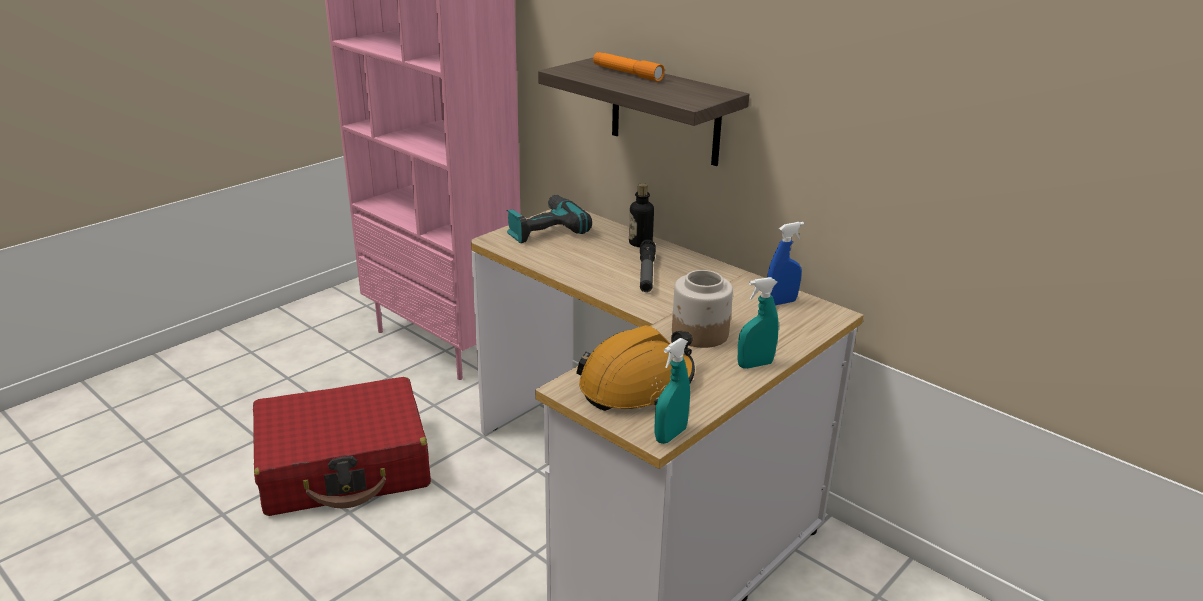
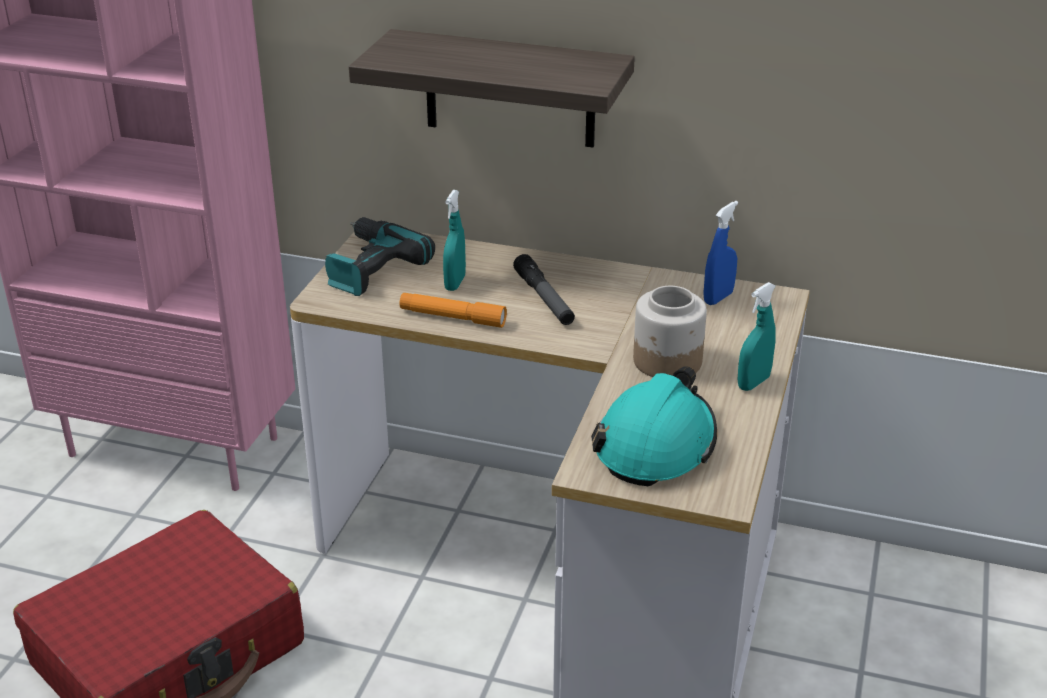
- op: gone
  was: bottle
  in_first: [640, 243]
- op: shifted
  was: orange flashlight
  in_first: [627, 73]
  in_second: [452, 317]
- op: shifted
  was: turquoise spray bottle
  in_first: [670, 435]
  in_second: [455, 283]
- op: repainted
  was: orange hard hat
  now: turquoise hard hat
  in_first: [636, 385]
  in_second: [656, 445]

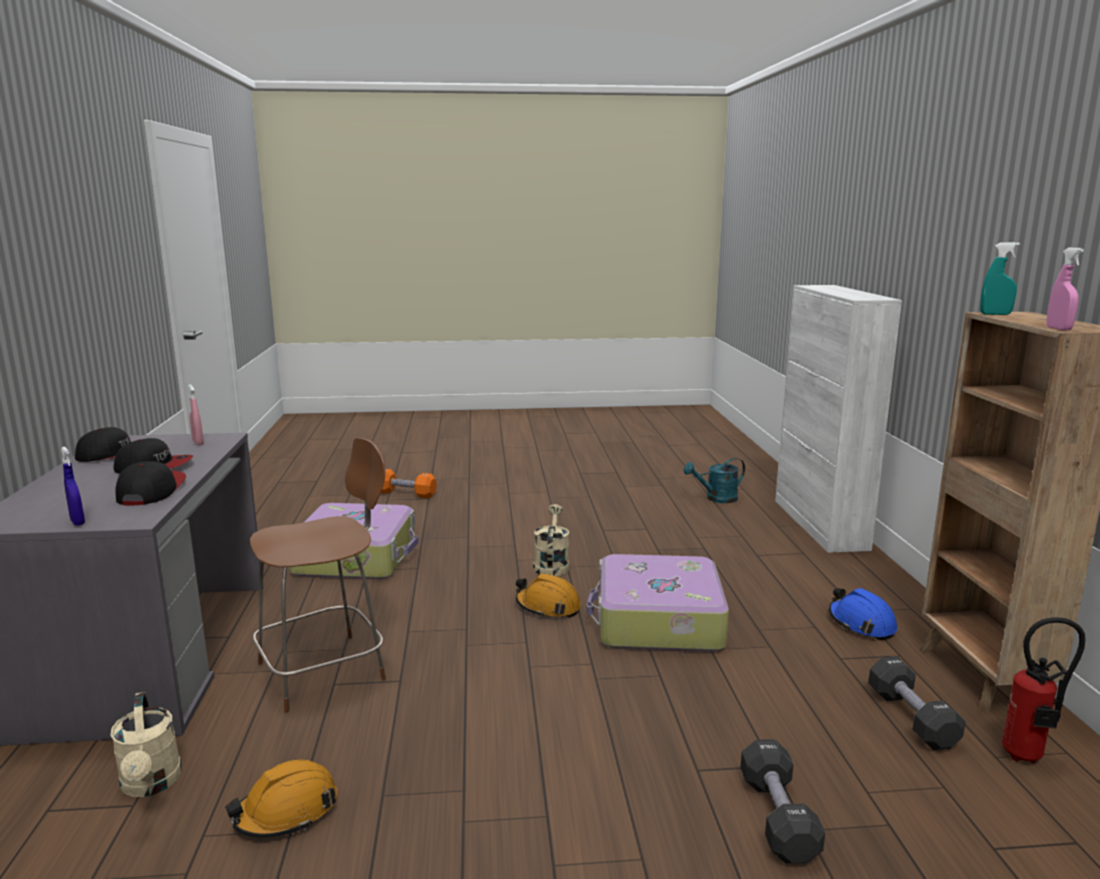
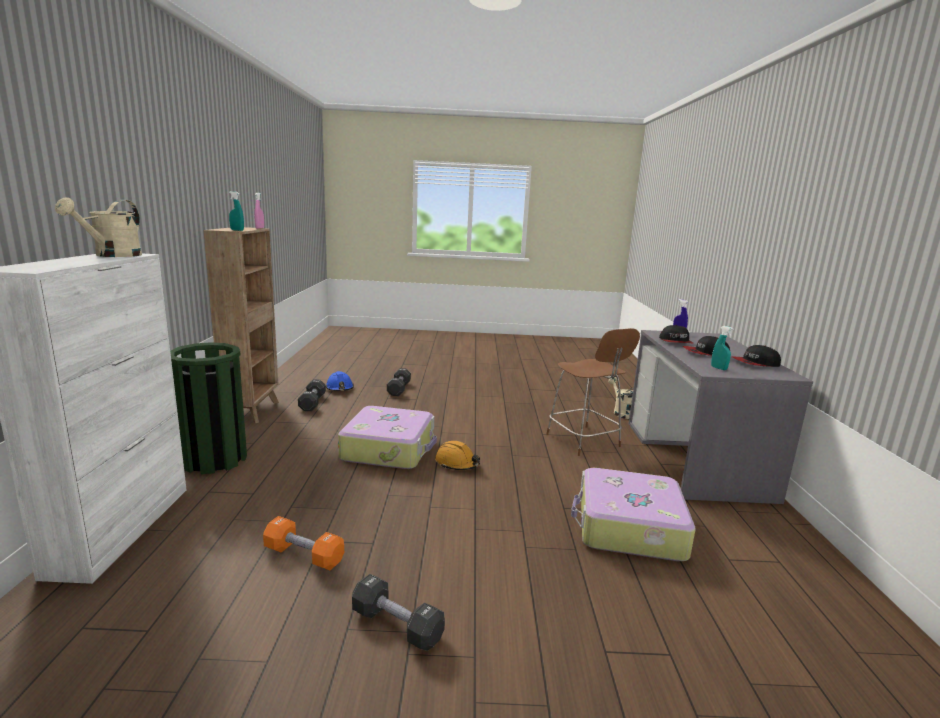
- op: gone
  was: orange hard hat
  in_first: [286, 812]
- op: gone
  was: turquoise watering can
  in_first: [716, 499]
- op: gone
  was: fire extinguisher
  in_first: [1029, 757]
- op: new
  now: green trash can
  in_second: [214, 459]
- op: new
  now: black dumbbell
  in_second: [397, 625]
- op: shifted
  was: orange dumbbell
  in_first: [405, 494]
  in_second: [304, 555]
- op: shifted
  was: beige watering can
  in_first: [551, 564]
  in_second: [112, 255]
- op: shifted
  was: blue hard hat
  in_first: [861, 624]
  in_second: [339, 388]
- op: repainted
  was: pink spray bottle
  now: turquoise spray bottle
  in_first: [198, 443]
  in_second: [718, 368]
- op: rotated
  was: brown chair
  in_first: [326, 670]
  in_second: [584, 441]
  clockwise: -90

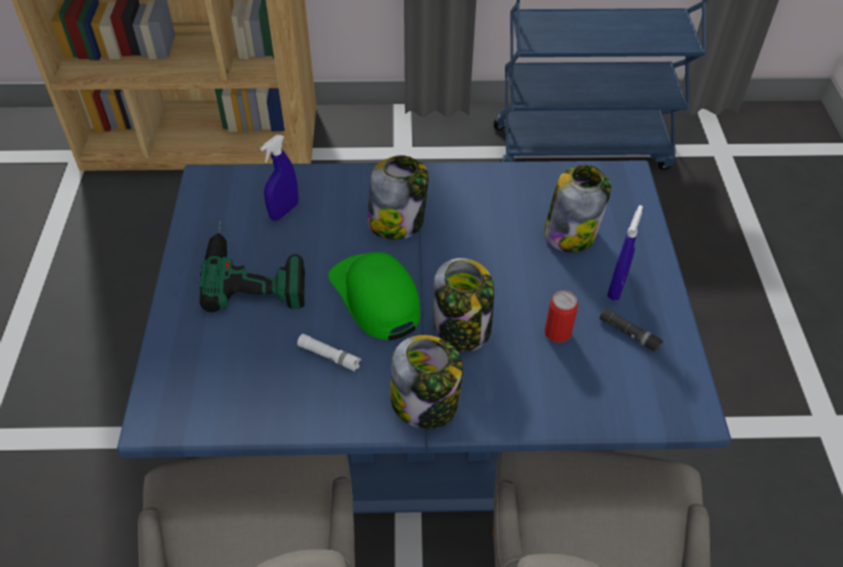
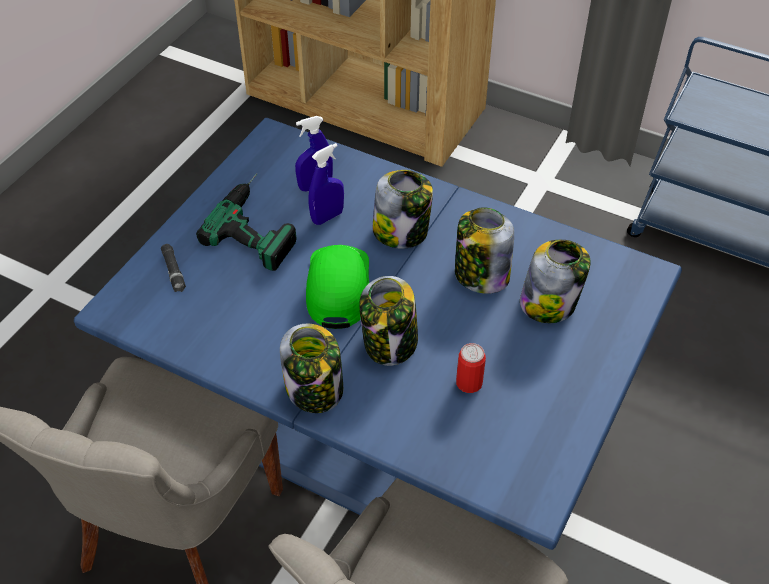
- op: gone
  was: white flashlight
  in_first: [329, 356]
- op: new
  now: jar
  in_second: [480, 275]
- op: shifted
  was: black flashlight
  in_first: [629, 334]
  in_second: [174, 271]
- op: shifted
  was: blue spray bottle
  in_first: [616, 288]
  in_second: [327, 217]

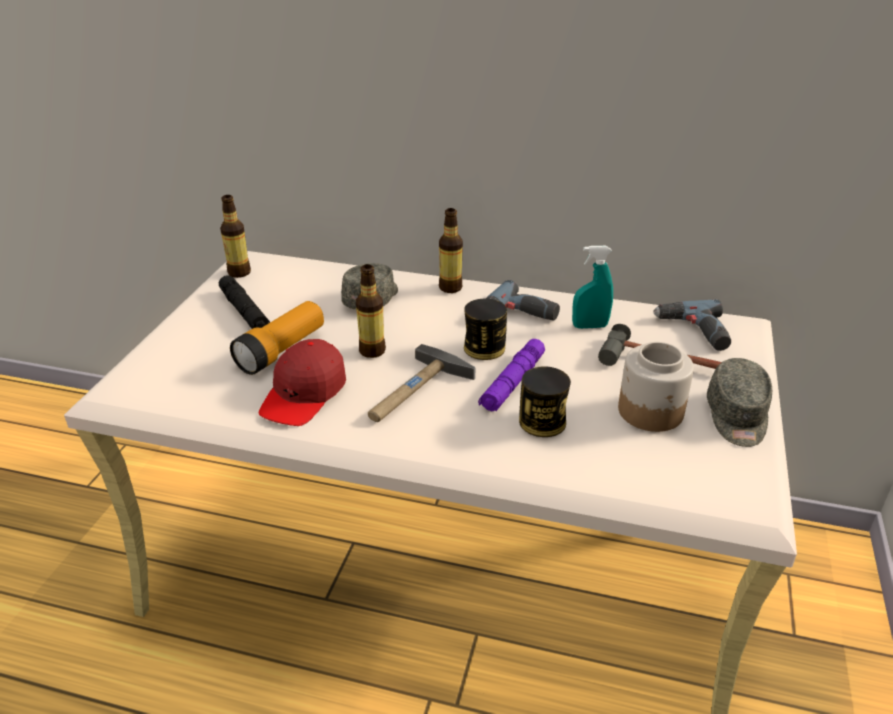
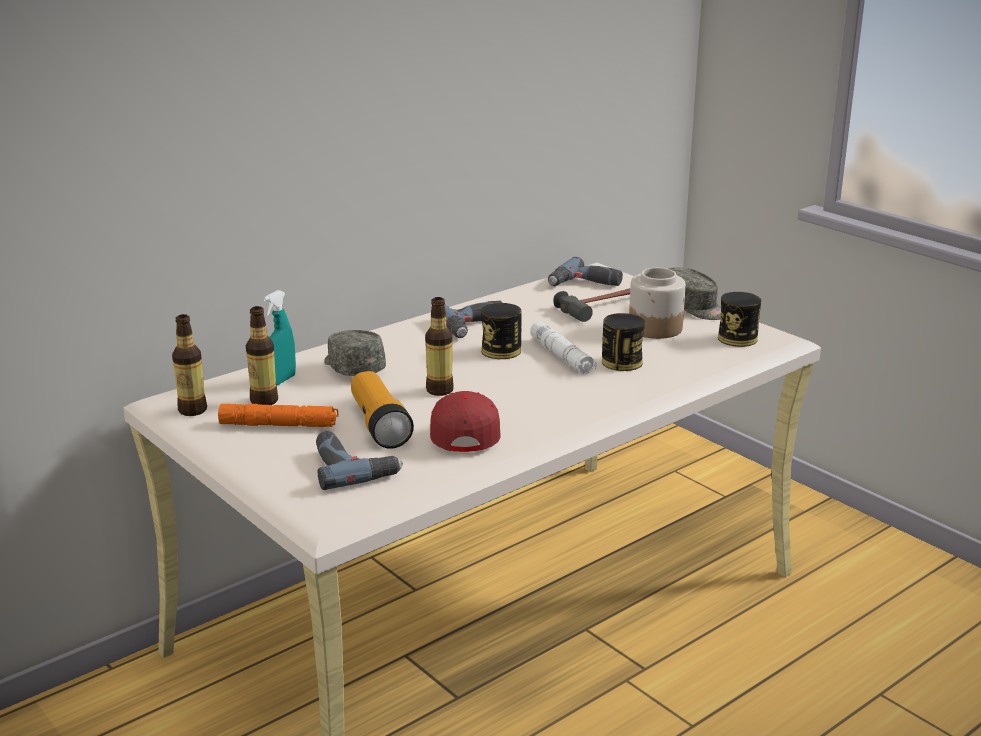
- op: gone
  was: hammer
  in_first: [415, 392]
- op: new
  now: power drill
  in_second: [353, 466]
- op: new
  now: can
  in_second: [737, 338]
- op: shifted
  was: bottle
  in_first: [450, 288]
  in_second: [264, 401]
- op: shifted
  was: turquoise spray bottle
  in_first: [589, 326]
  in_second: [281, 380]
- op: repainted
  was: black flashlight
  now: orange flashlight
  in_first: [244, 311]
  in_second: [279, 425]
- op: repainted
  was: purple flashlight
  now: white flashlight
  in_first: [512, 383]
  in_second: [562, 356]
- op: rotated
  was: red cap
  in_first: [304, 394]
  in_second: [464, 432]
  clockwise: -150

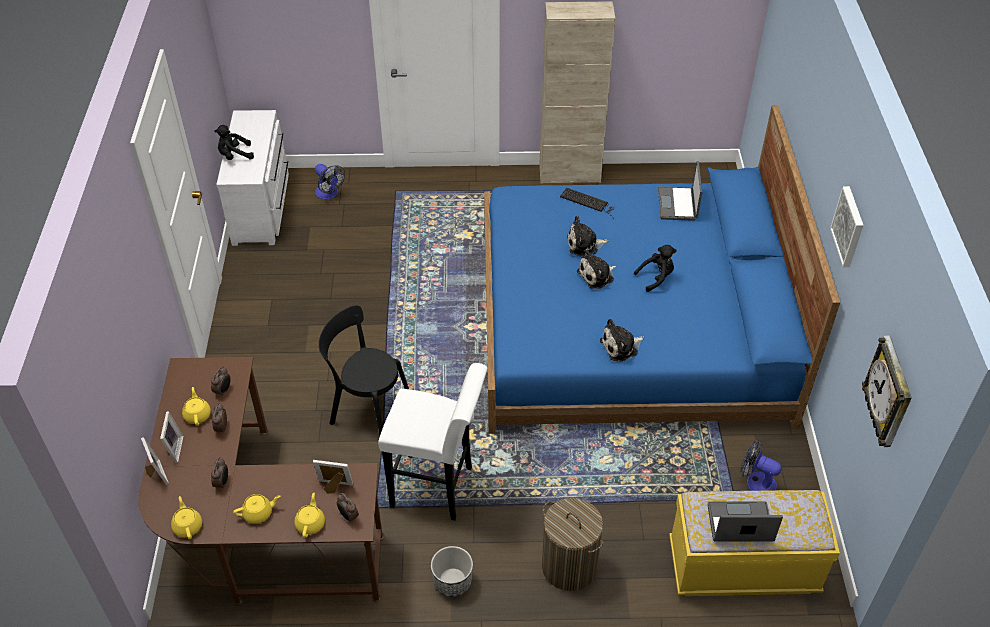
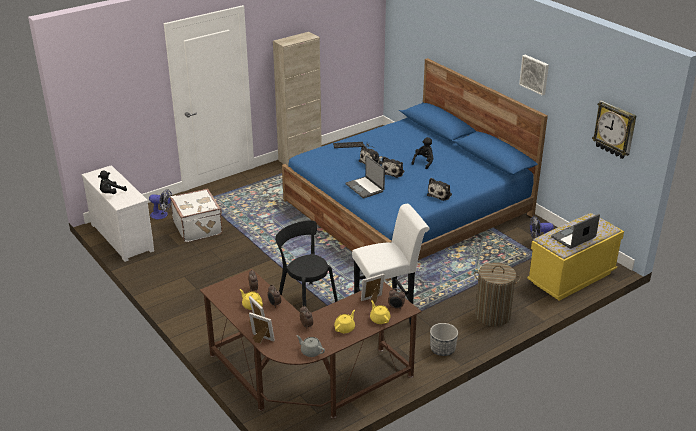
- op: new
  now: white suitcase
  in_second: [198, 228]
- op: shifted
  was: laptop
  in_first: [678, 204]
  in_second: [365, 188]
- op: repainted
  was: yellow teapot
  now: grey teapot
  in_first: [188, 526]
  in_second: [311, 351]
- op: rotated
  was: black chair
  in_first: [367, 408]
  in_second: [305, 300]
  clockwise: 60

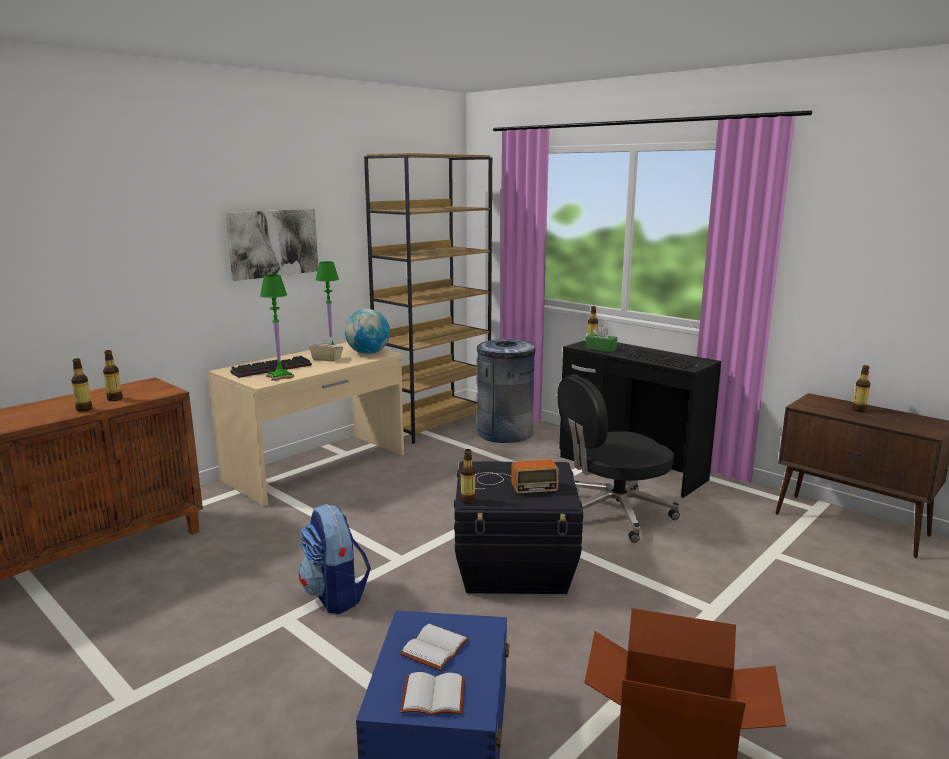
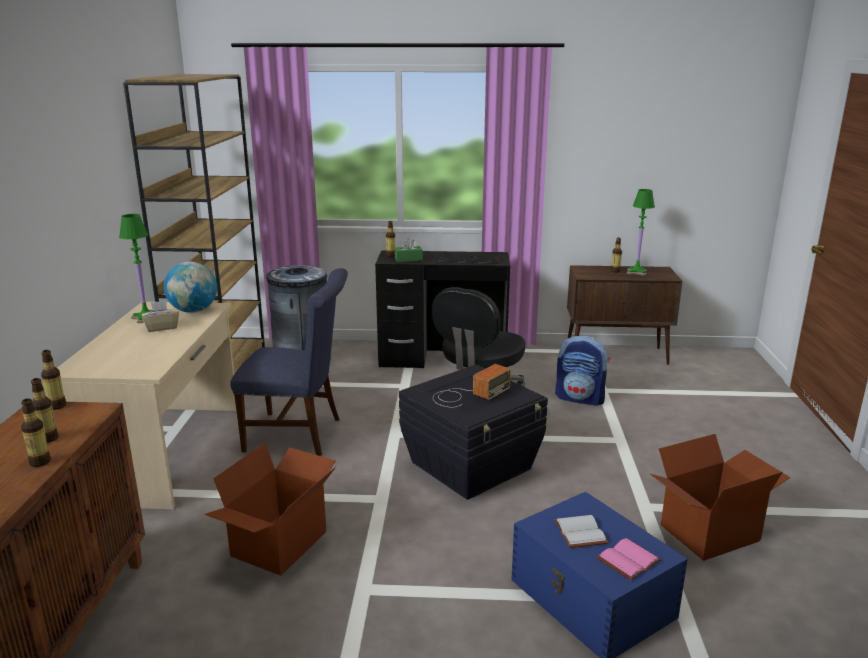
- op: gone
  was: picture
  in_first: [273, 243]
- op: gone
  was: keyboard
  in_first: [272, 368]
- op: new
  now: cardboard box
  in_second: [281, 544]
- op: new
  now: blue chair
  in_second: [299, 434]
- op: shifted
  was: green table lamp
  in_first: [279, 376]
  in_second: [636, 272]
- op: shifted
  was: backpack
  in_first: [335, 595]
  in_second: [580, 398]
- op: shifted
  was: bottle
  in_first: [467, 500]
  in_second: [57, 406]
- op: repainted
  was: white book
  now: pink book
  in_first: [434, 695]
  in_second: [627, 559]

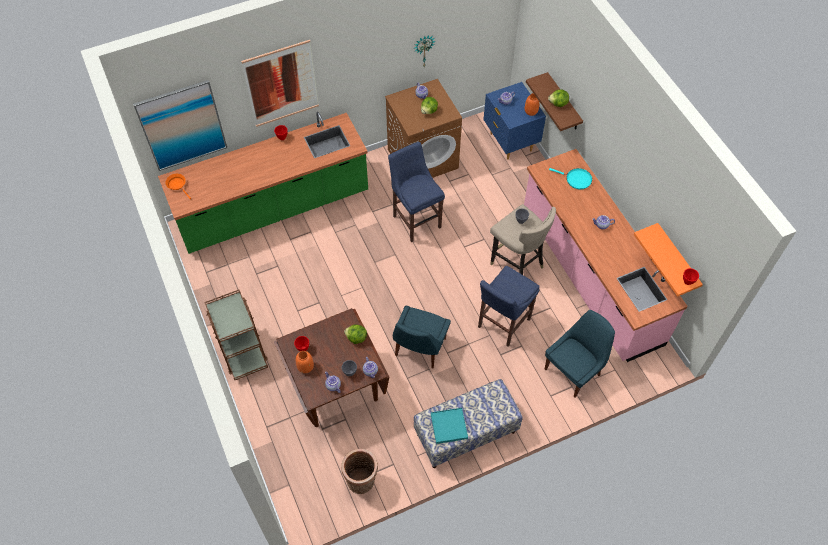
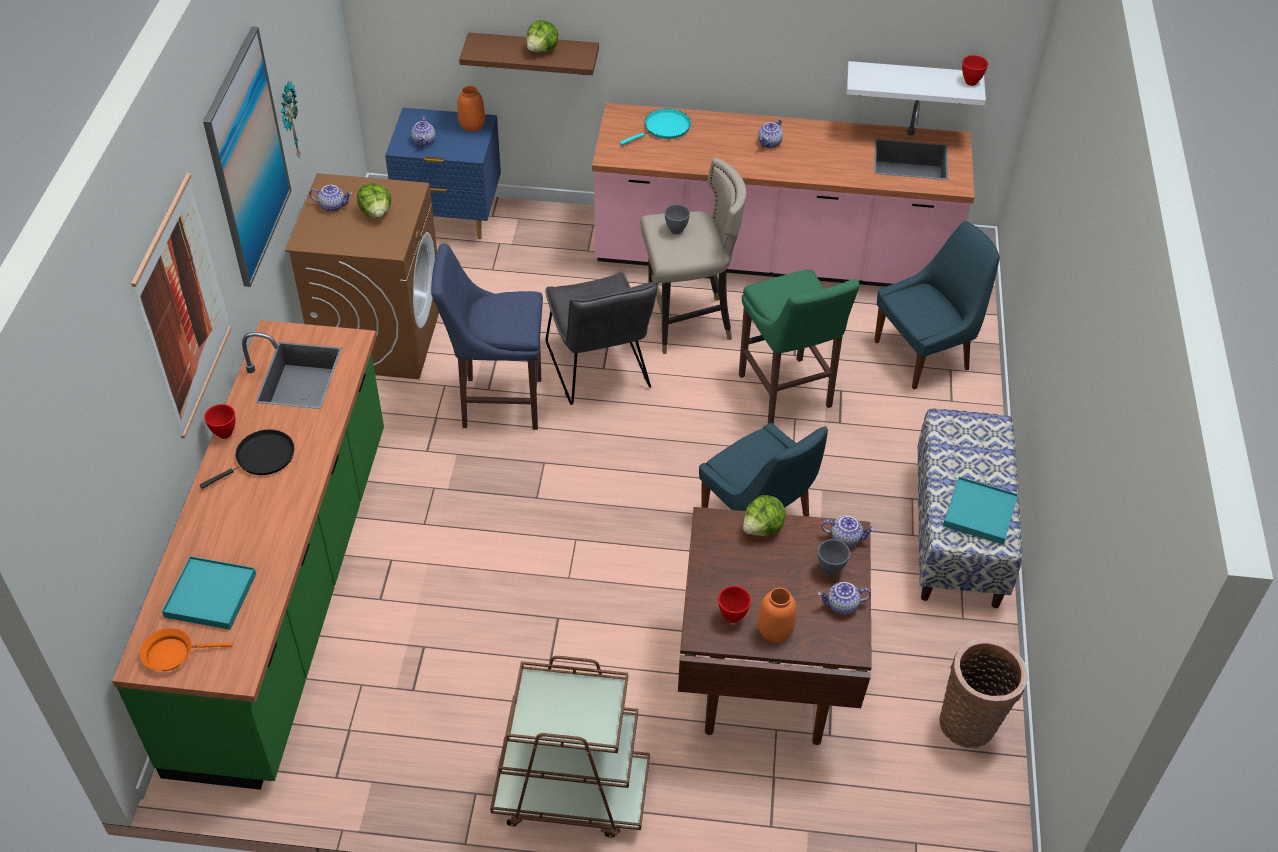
- op: new
  now: turquoise tray
  in_second: [211, 595]
- op: new
  now: black frying pan
  in_second: [262, 458]
- op: new
  now: grey chair
  in_second: [600, 371]
- op: shifted
  was: picture
  in_first: [182, 125]
  in_second: [247, 158]
- op: repainted
  was: blue stool
  now: green stool
  in_first: [502, 324]
  in_second: [786, 394]
- op: repainted
  was: orange shelf
  now: white shelf
  in_first: [677, 259]
  in_second: [912, 82]
- op: rotated
  was: blue chair
  in_first: [574, 371]
  in_second: [925, 354]
  clockwise: 75

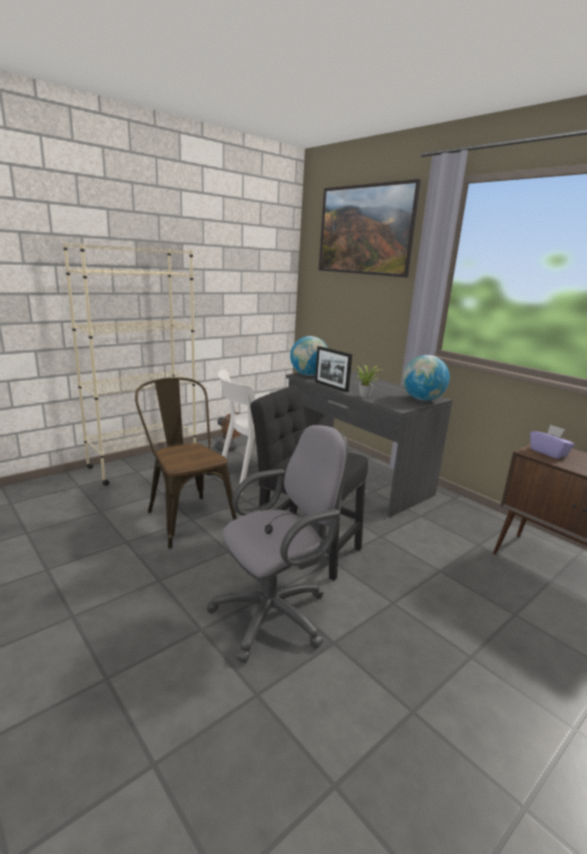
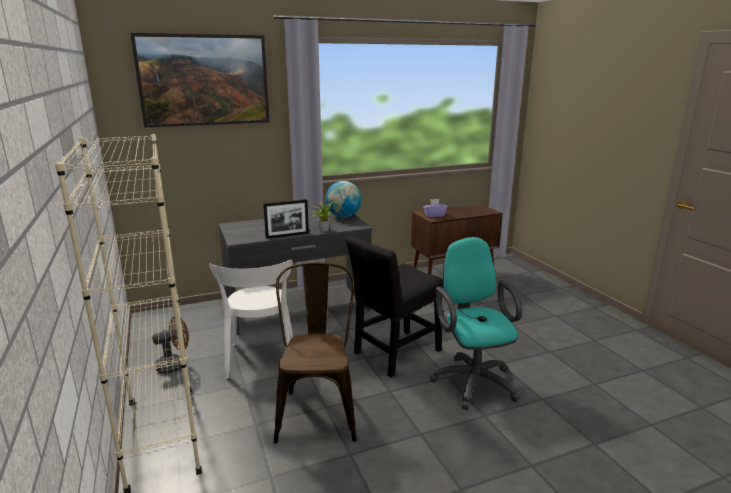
- op: gone
  was: globe
  in_first: [308, 375]
- op: repainted
  was: grey office chair
  now: turquoise office chair
  in_first: [276, 614]
  in_second: [472, 380]
- op: rotated
  was: brown chair
  in_first: [186, 516]
  in_second: [318, 410]
  clockwise: 105

